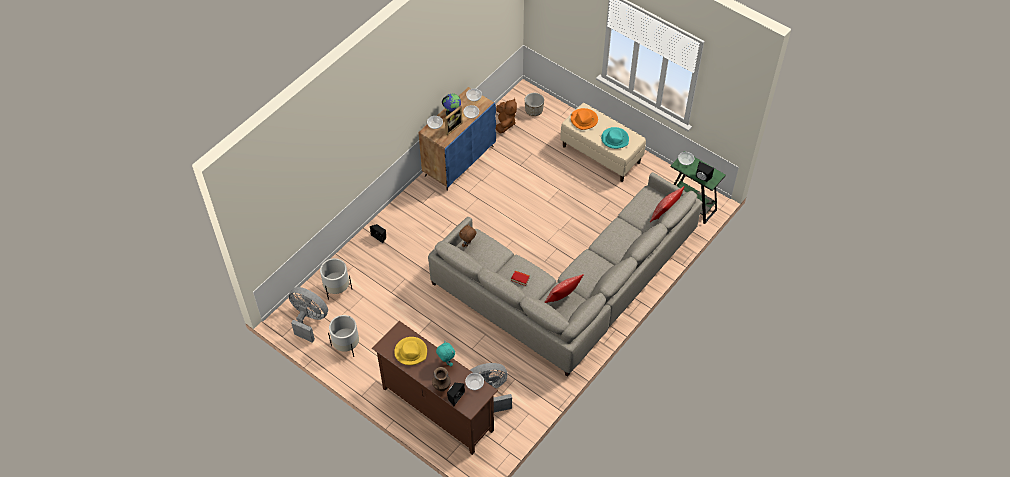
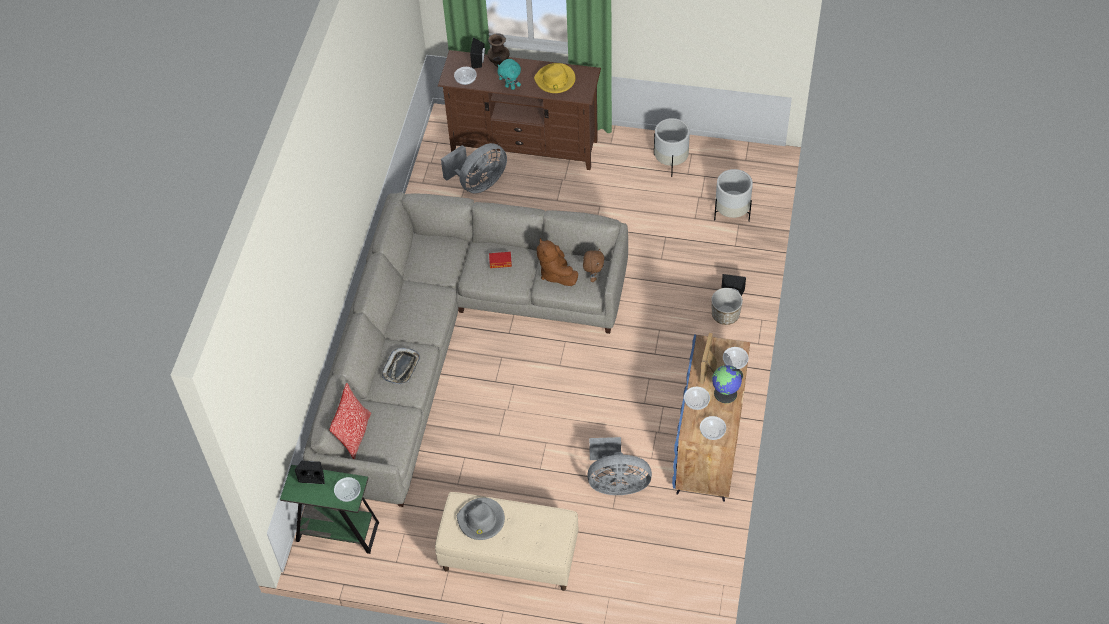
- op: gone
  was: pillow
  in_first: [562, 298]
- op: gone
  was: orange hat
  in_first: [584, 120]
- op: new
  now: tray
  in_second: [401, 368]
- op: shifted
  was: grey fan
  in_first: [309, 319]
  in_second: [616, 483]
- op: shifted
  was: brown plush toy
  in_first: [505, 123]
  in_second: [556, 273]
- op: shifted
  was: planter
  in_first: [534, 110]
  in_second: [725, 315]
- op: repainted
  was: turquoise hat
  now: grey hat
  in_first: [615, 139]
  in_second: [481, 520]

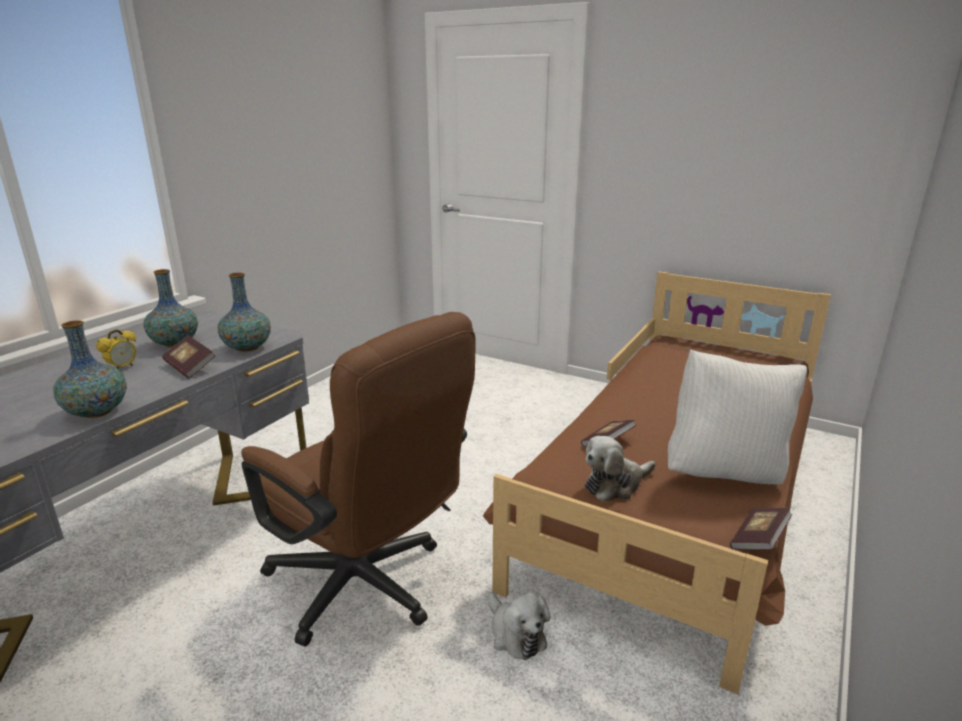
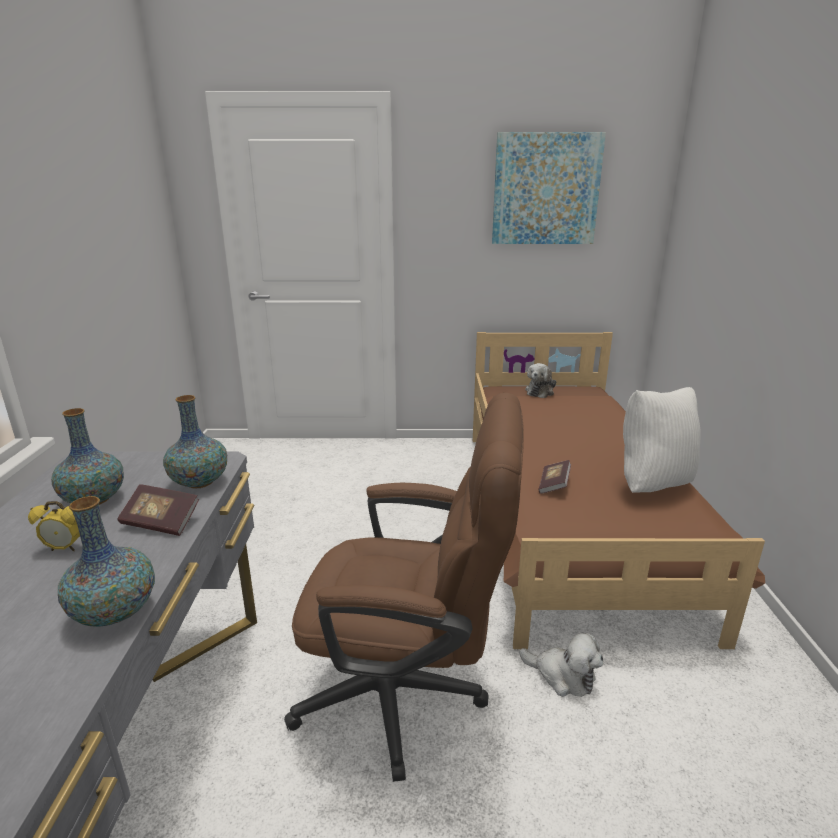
- op: gone
  was: book
  in_first: [758, 540]
- op: new
  now: picture
  in_second: [545, 189]
- op: shifted
  was: plush toy
  in_first: [615, 485]
  in_second: [540, 391]
- op: rotated
  was: alarm clock
  in_first: [122, 368]
  in_second: [65, 548]
  clockwise: 90

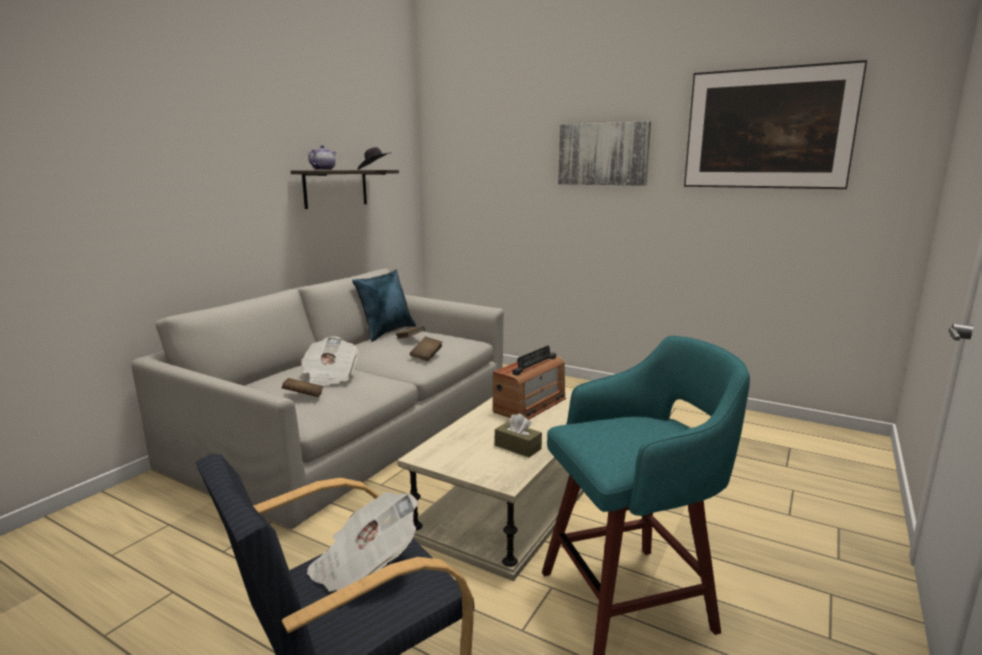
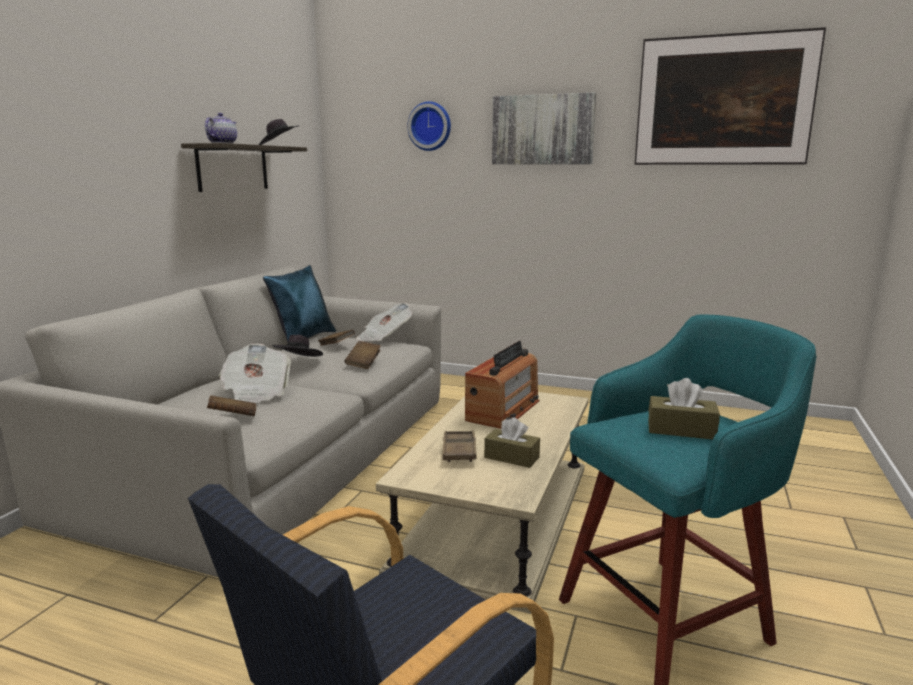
- op: new
  now: black hat
  in_second: [298, 362]
- op: new
  now: wall clock
  in_second: [430, 126]
- op: new
  now: brown tray
  in_second: [459, 450]
- op: new
  now: brown tissue box
  in_second: [681, 430]
- op: shifted
  was: newspaper
  in_first: [364, 566]
  in_second: [384, 337]

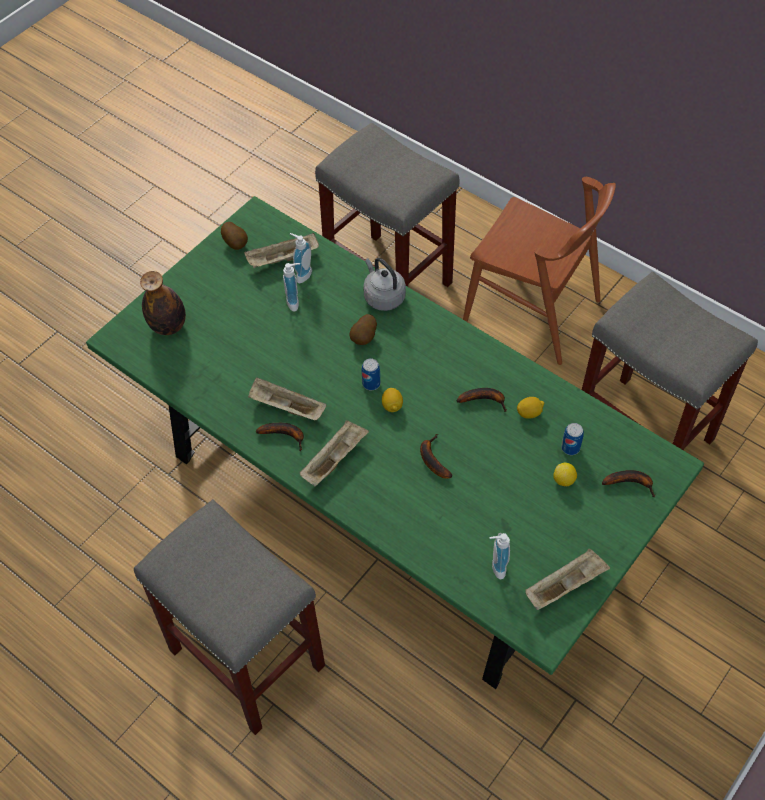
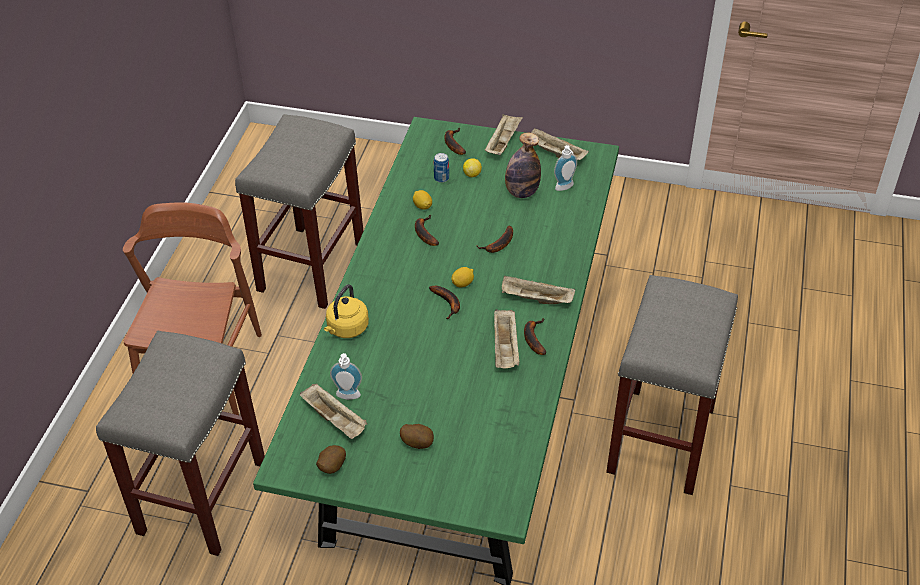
- op: gone
  was: soap dispenser
  in_first: [295, 302]
- op: new
  now: beige tray
  in_second: [503, 142]
- op: shifted
  was: bottle
  in_first: [168, 326]
  in_second: [521, 192]
- op: shifted
  was: potato
  in_first: [364, 338]
  in_second: [418, 443]
- op: swapped
  was: can
  now: banana
  in_first: [371, 383]
  in_second: [448, 303]
- op: repainted
  was: grey kettle
  now: yellow kettle
  in_first: [383, 296]
  in_second: [346, 329]

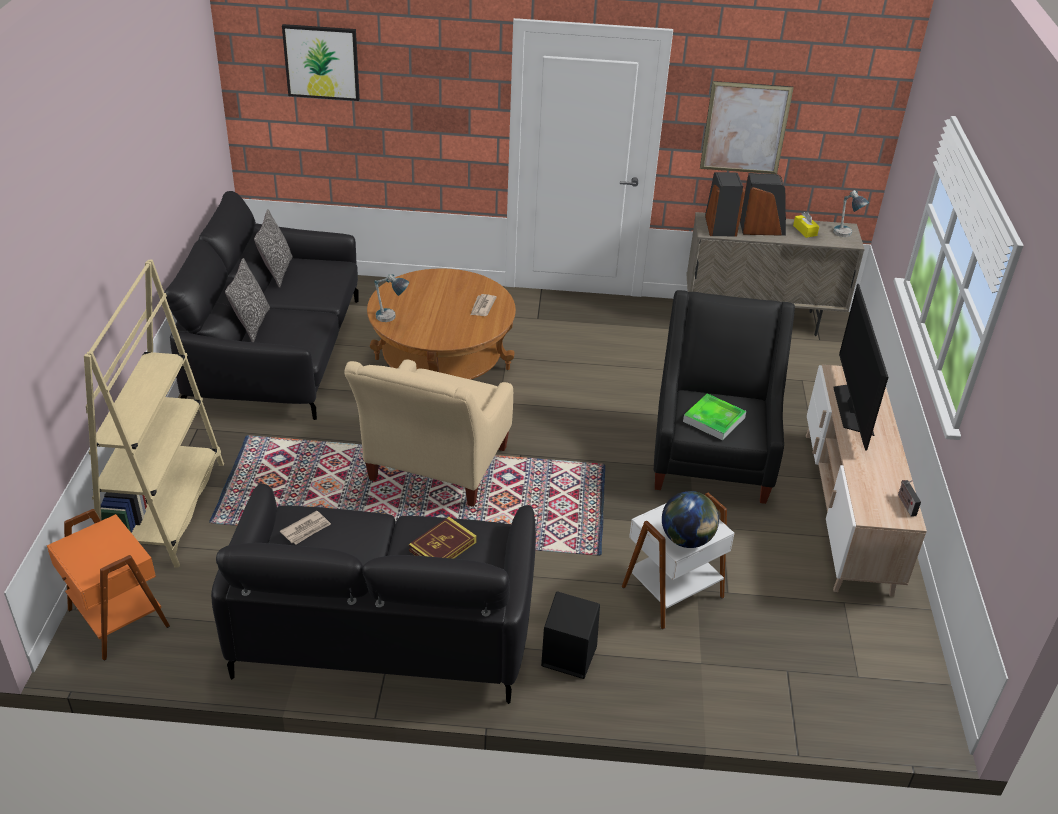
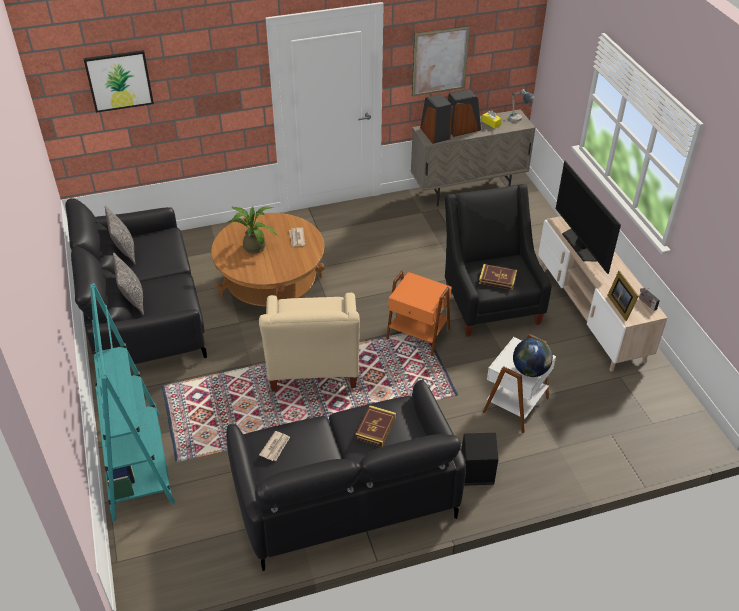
- op: gone
  was: table lamp
  in_first: [391, 320]
- op: new
  now: potted plant
  in_second: [253, 245]
- op: new
  now: picture frame
  in_second: [620, 306]
- op: shifted
  was: orange side table
  in_first: [116, 619]
  in_second: [417, 335]
- op: swapped
  was: tray
  now: book
  in_first: [714, 419]
  in_second: [497, 278]
- op: repainted
  was: beige bookcase
  now: turquoise bookcase
  in_first: [164, 511]
  in_second: [137, 464]

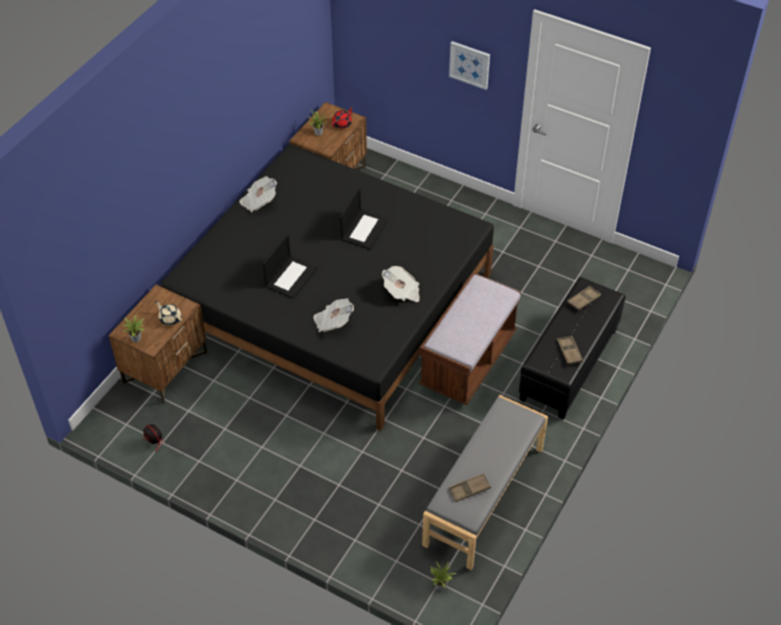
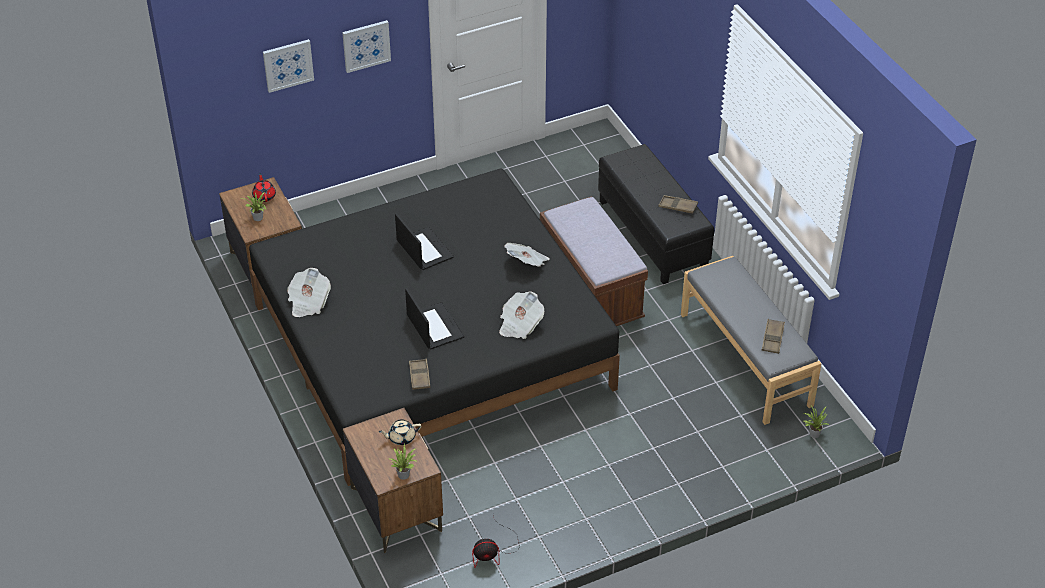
- op: new
  now: picture
  in_second: [288, 65]
- op: shifted
  was: brown tray
  in_first: [583, 300]
  in_second: [419, 376]

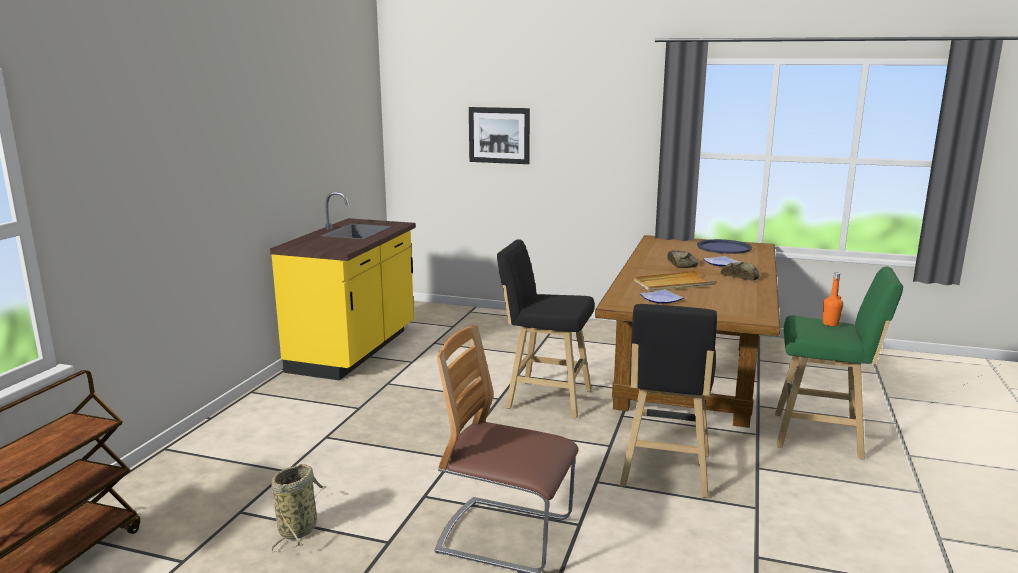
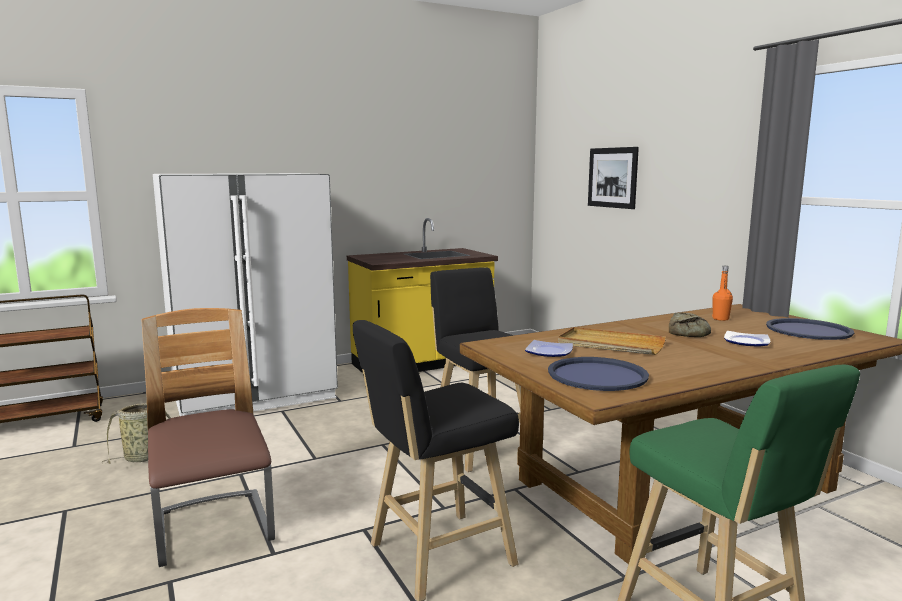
- op: gone
  was: bread
  in_first: [740, 276]
- op: new
  now: white fridge
  in_second: [254, 395]
- op: new
  now: blue tray
  in_second: [597, 375]
- op: shifted
  was: orange bottle
  in_first: [830, 324]
  in_second: [720, 319]

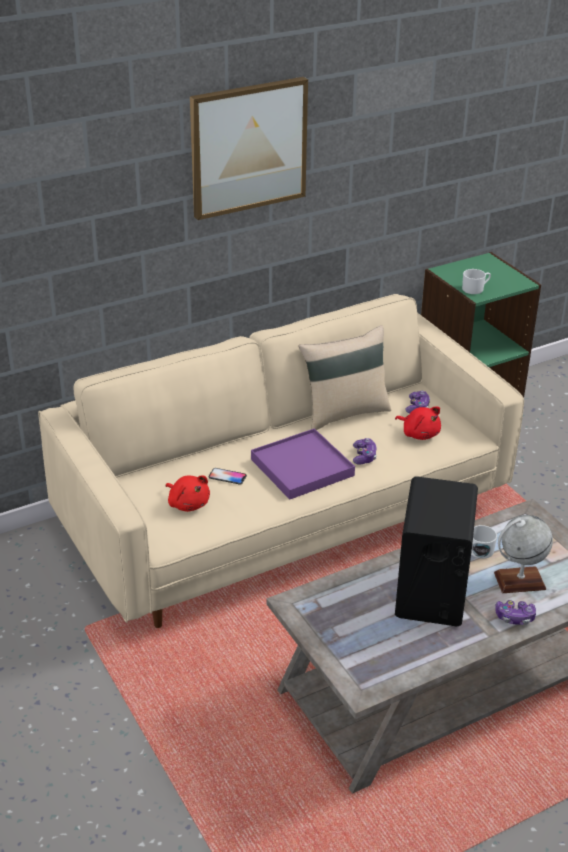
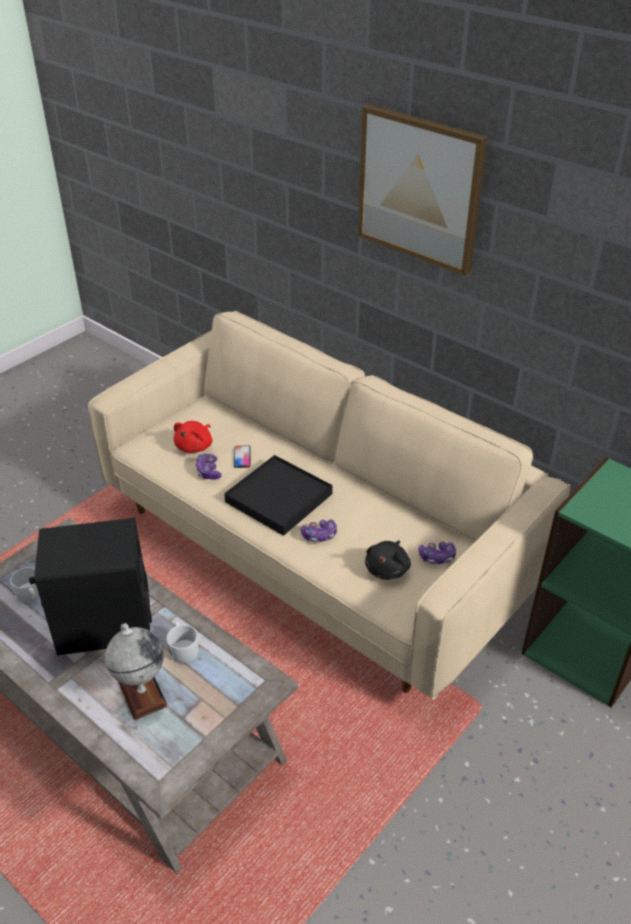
- op: gone
  was: beige pillow
  in_first: [344, 412]
- op: shifted
  was: white mug
  in_first: [475, 289]
  in_second: [31, 595]
- op: shifted
  was: game controller
  in_first: [514, 617]
  in_second: [208, 471]
- op: repainted
  was: purple tray
  now: black tray
  in_first: [301, 467]
  in_second: [279, 497]
- op: repainted
  was: red plush toy
  now: black plush toy
  in_first: [419, 433]
  in_second: [388, 569]

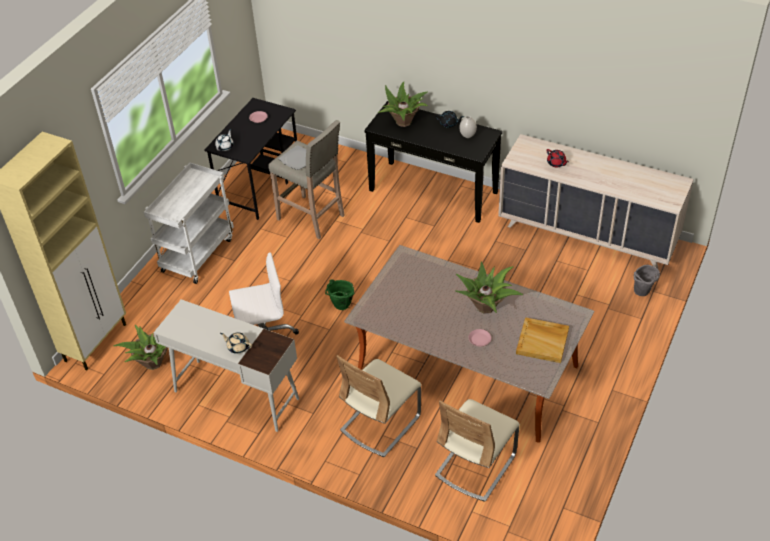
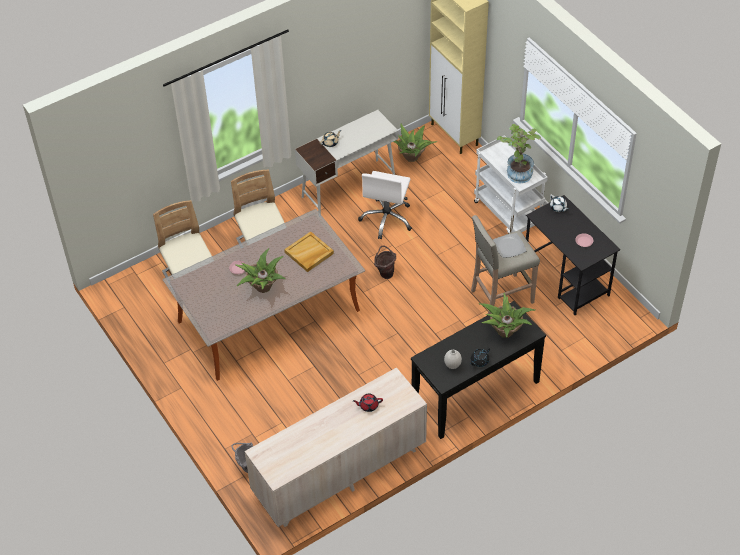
- op: new
  now: potted plant
  in_second: [517, 171]
- op: shifted
  was: beige tray
  in_first: [543, 341]
  in_second: [309, 253]
- op: repainted
  was: green bucket
  now: brown bucket
  in_first: [340, 307]
  in_second: [385, 272]

